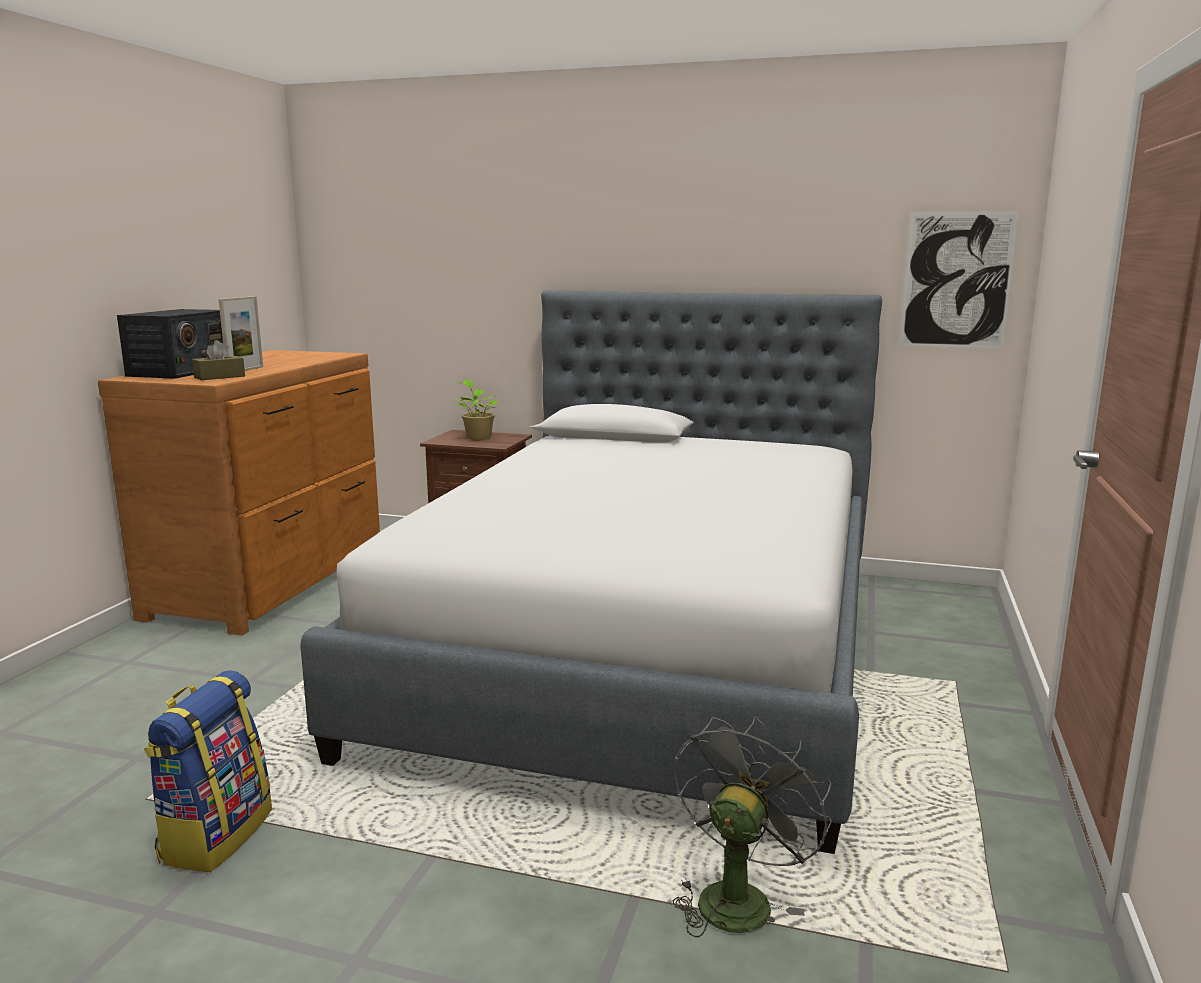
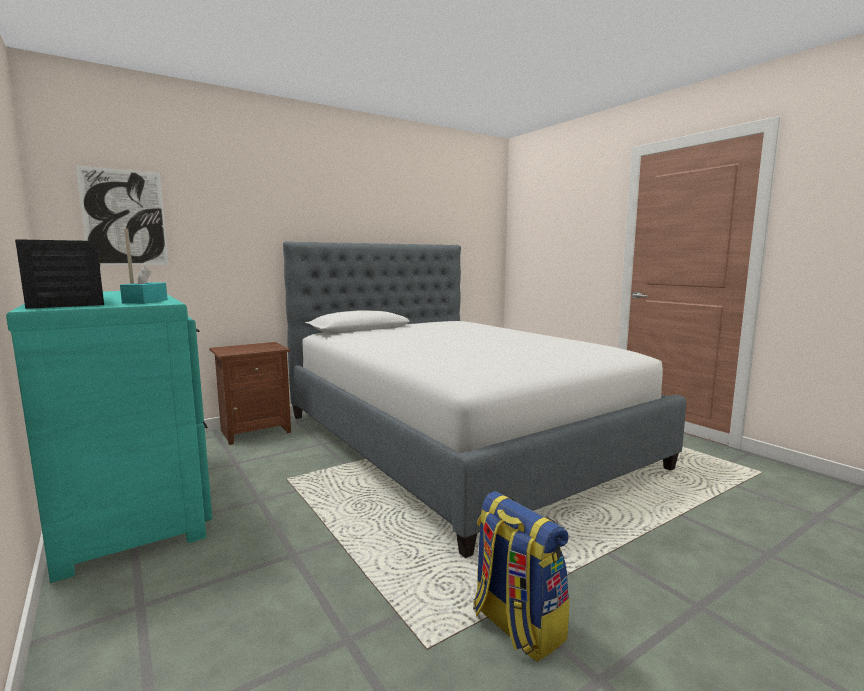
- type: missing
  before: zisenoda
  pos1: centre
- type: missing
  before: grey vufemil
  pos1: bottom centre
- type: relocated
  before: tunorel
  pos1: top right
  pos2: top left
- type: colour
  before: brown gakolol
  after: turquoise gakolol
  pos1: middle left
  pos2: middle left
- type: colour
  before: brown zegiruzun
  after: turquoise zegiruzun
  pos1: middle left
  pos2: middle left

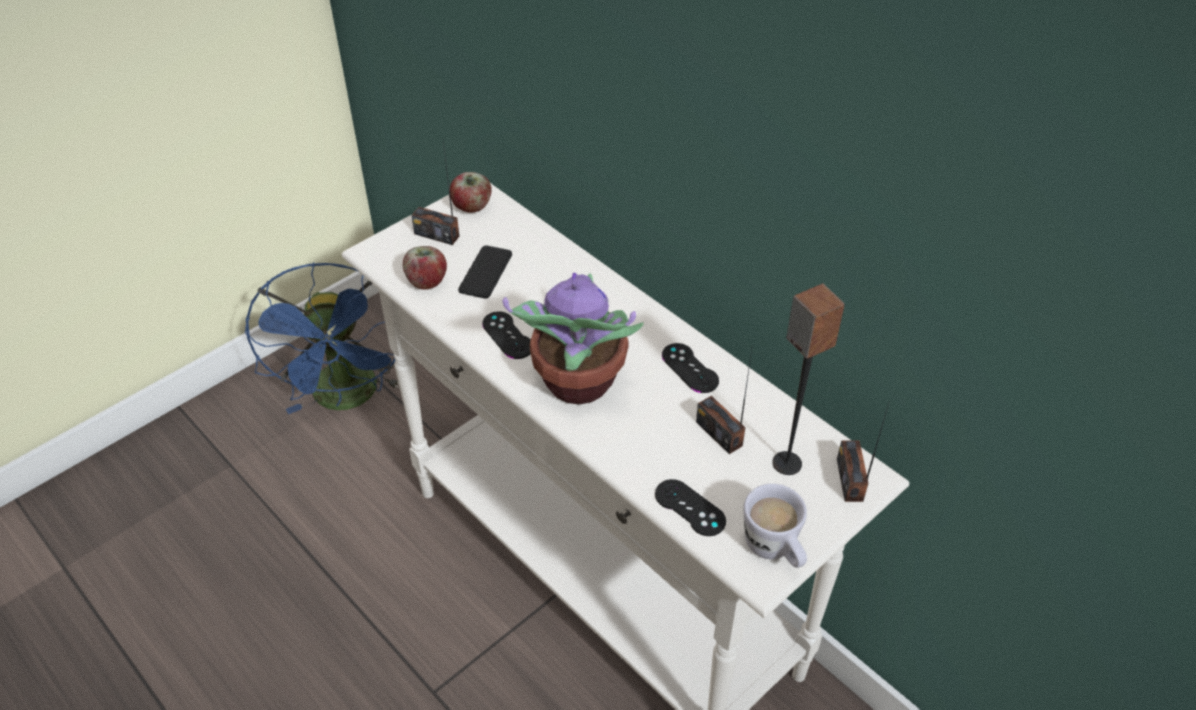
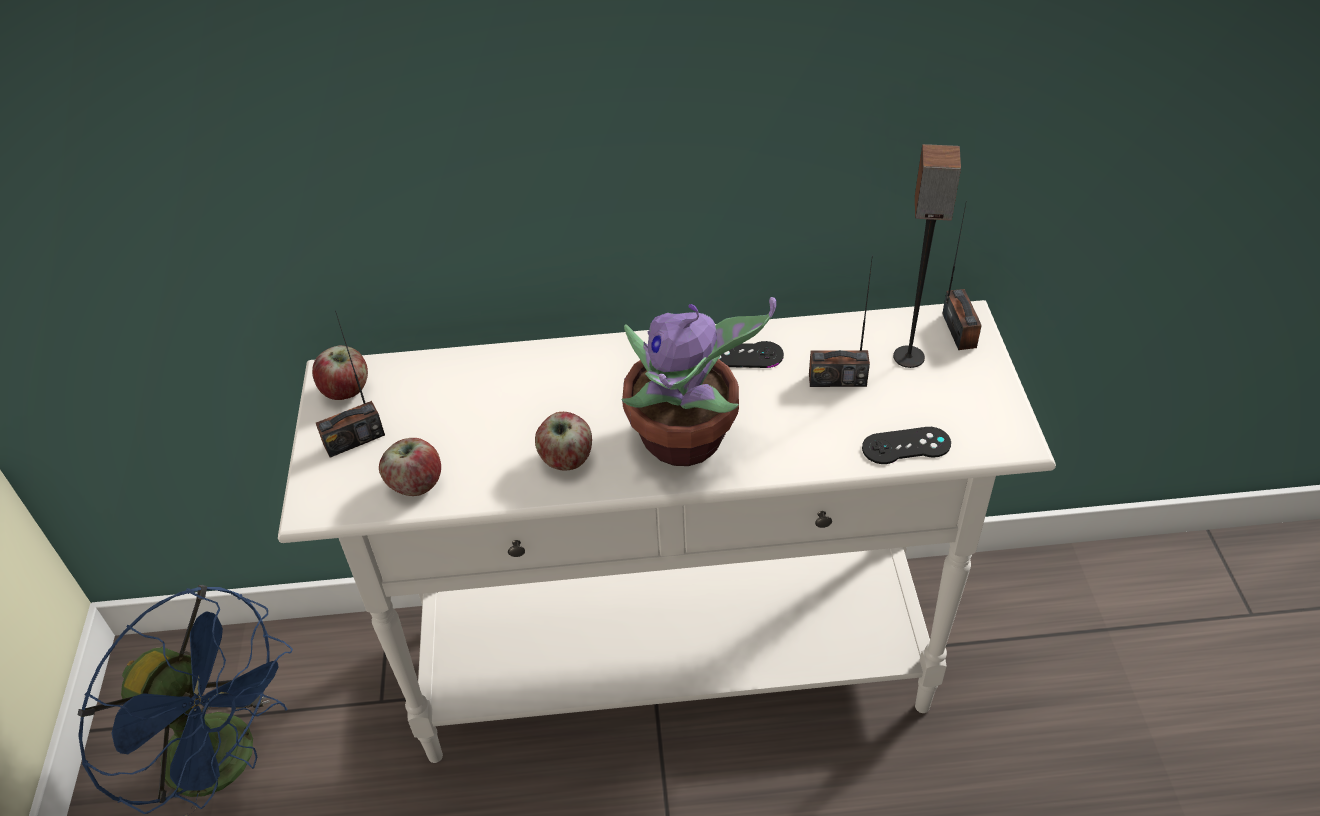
- type: missing
  before: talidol
  pos1: centre
- type: missing
  before: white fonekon
  pos1: bottom centre
- type: exchanged
  before: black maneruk (no. 1 from left)
  after: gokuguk (no. 3 from left)
  pos1: centre
  pos2: centre
- type: spun
  before: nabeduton (no. 3 from left)
  pos1: middle right
  pos2: middle right
  turn: -135

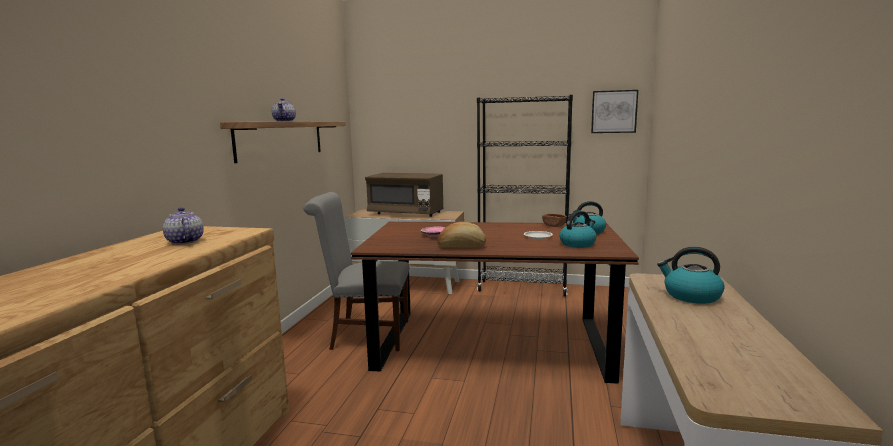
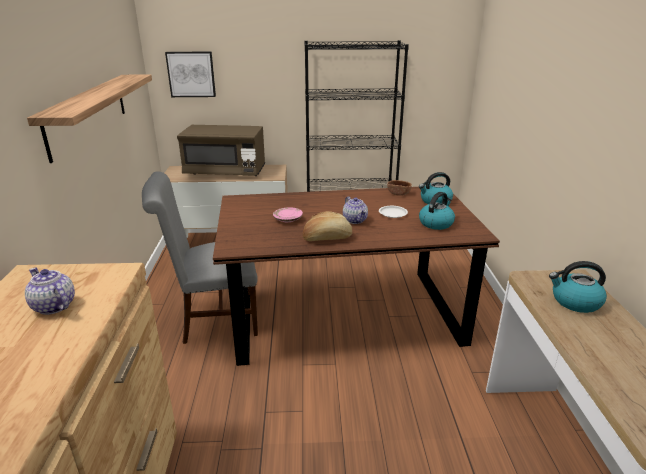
- type: relocated
  before: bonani (no. 2 from left)
  pos1: top left
  pos2: centre
- type: relocated
  before: tunorel
  pos1: top right
  pos2: top left

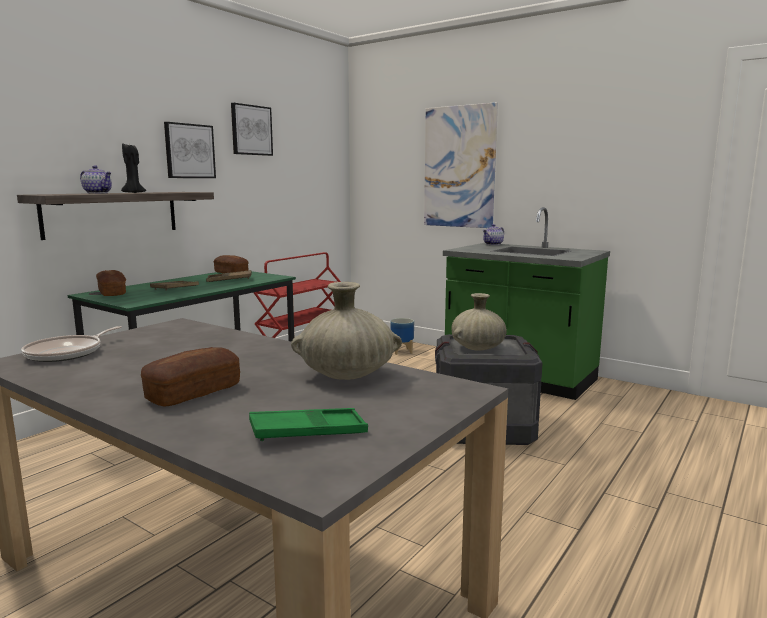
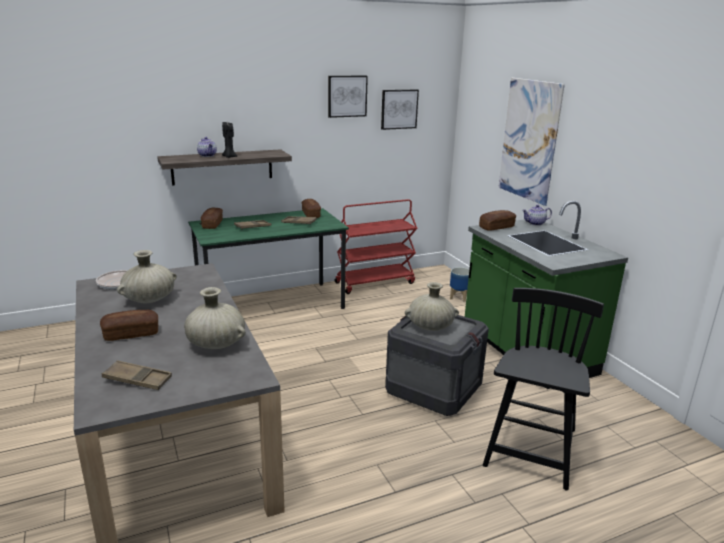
- type: appeared
  after: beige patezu (no. 1 from left)
  pos2: middle left
- type: appeared
  after: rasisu (no. 4 from left)
  pos2: middle right
- type: appeared
  after: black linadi
  pos2: bottom right
- type: relocated
  before: tunorel (no. 1 from left in the first image)
  after: tunorel (no. 2 from left)
  pos1: top left
  pos2: top centre
- type: colour
  before: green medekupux
  after: brown medekupux (no. 1 from left)
  pos1: bottom centre
  pos2: bottom left

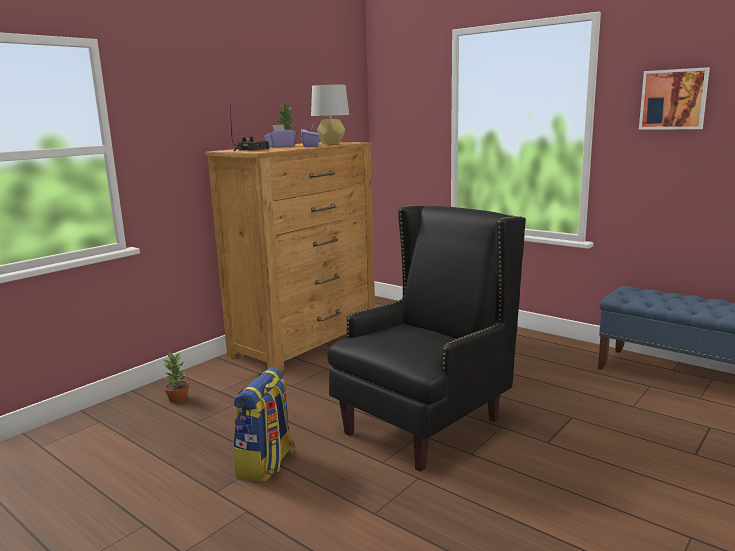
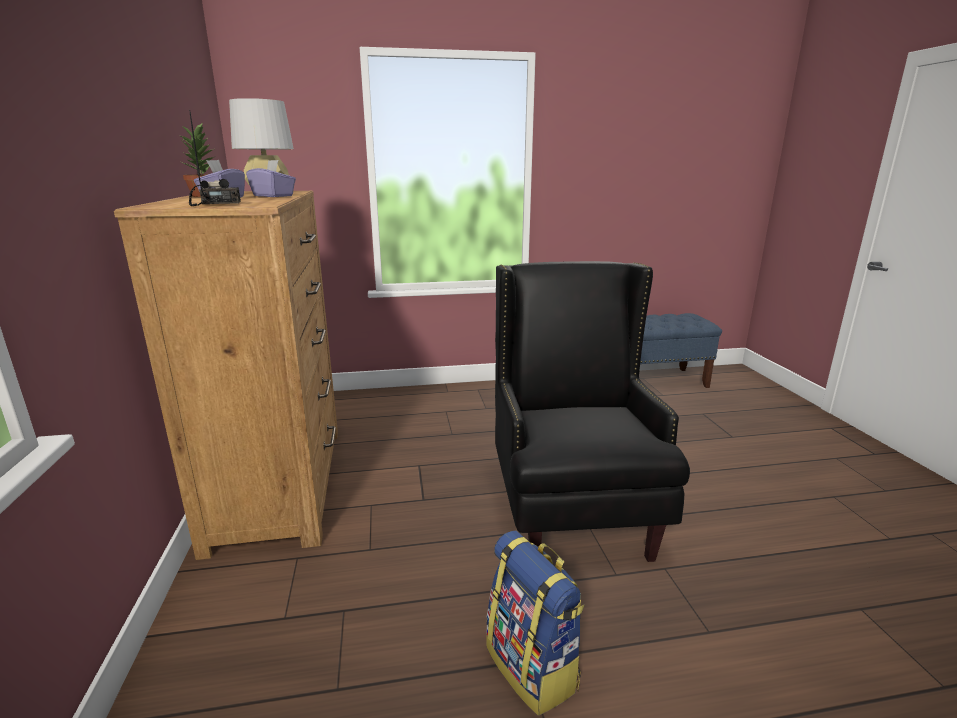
- type: missing
  before: zisenoda (no. 1 from left)
  pos1: bottom left
- type: missing
  before: tunorel
  pos1: top right

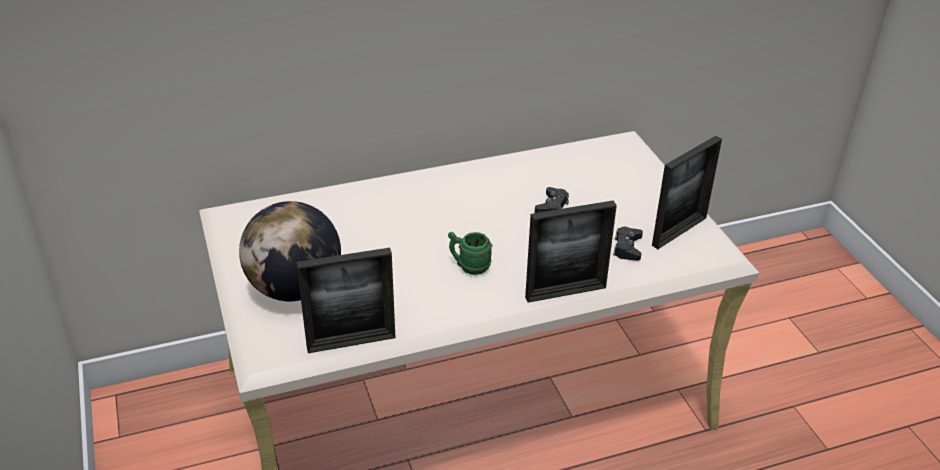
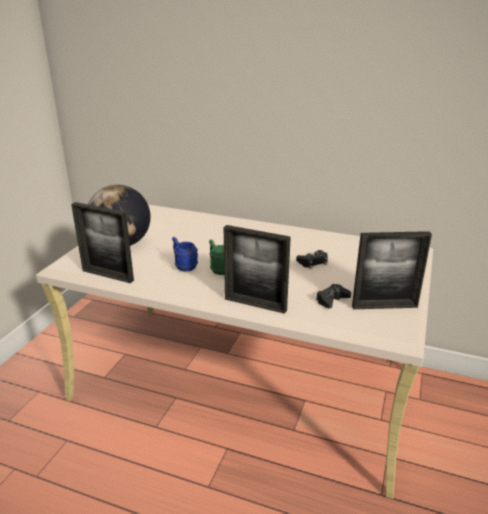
- type: appeared
  after: blue fonekon
  pos2: centre

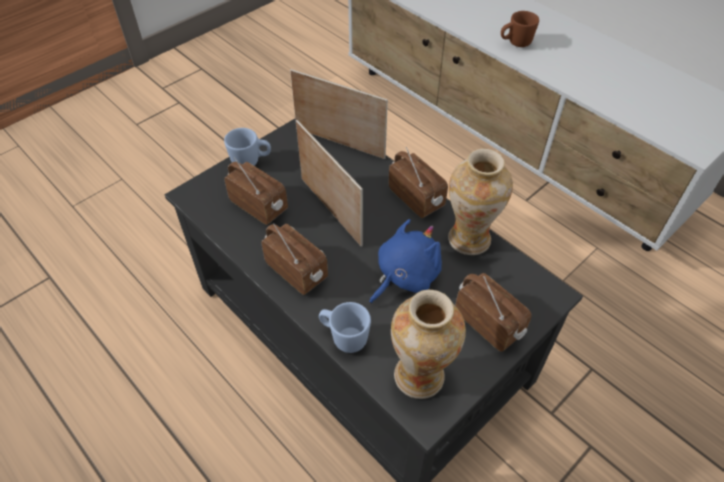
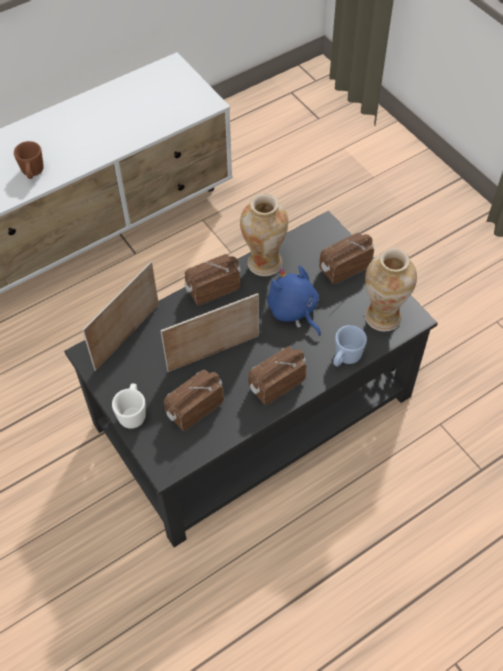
- type: colour
  before: blue fonekon (no. 1 from left)
  after: white fonekon
  pos1: top centre
  pos2: middle left

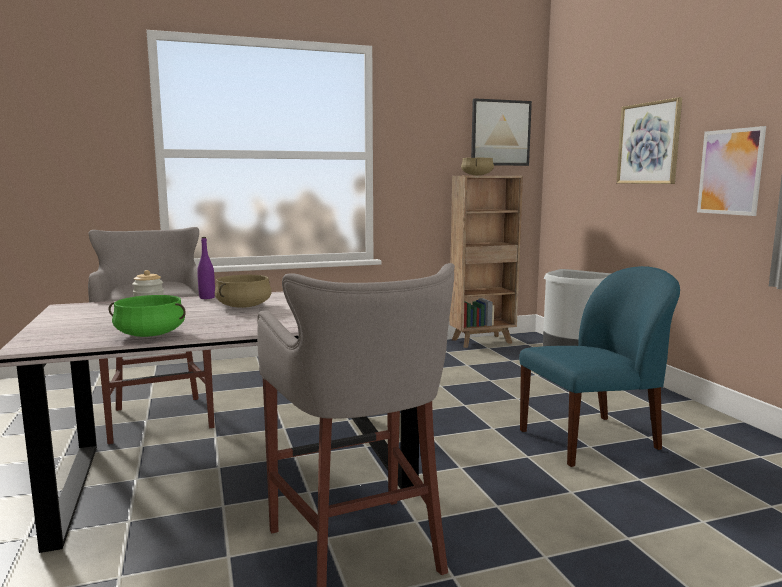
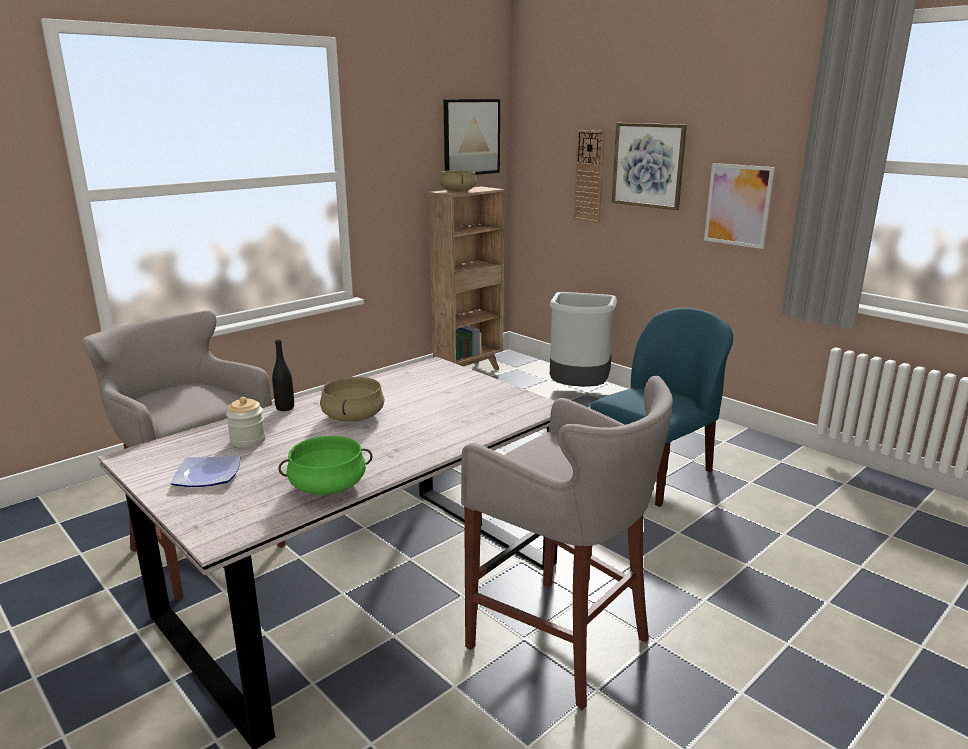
- type: appeared
  after: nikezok
  pos2: middle left
- type: appeared
  after: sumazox
  pos2: top centre
- type: colour
  before: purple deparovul
  after: black deparovul
  pos1: middle left
  pos2: middle left

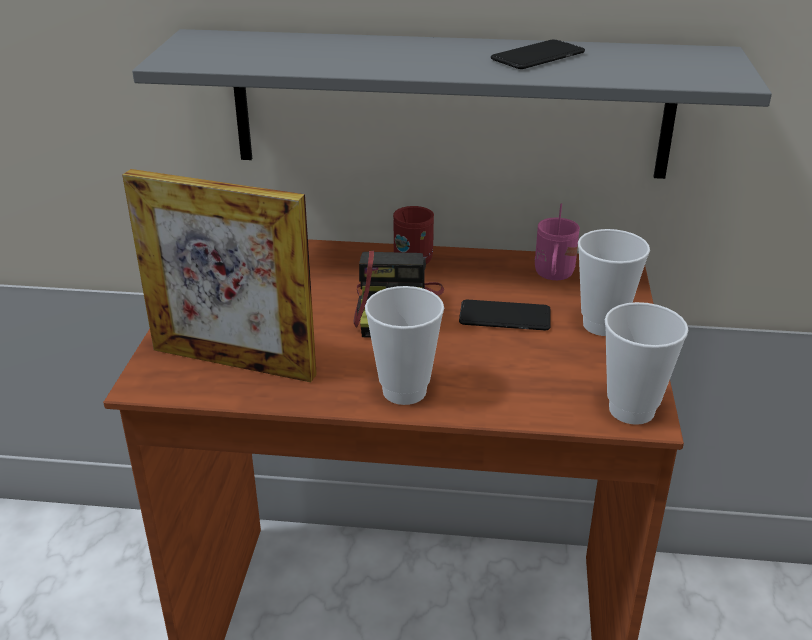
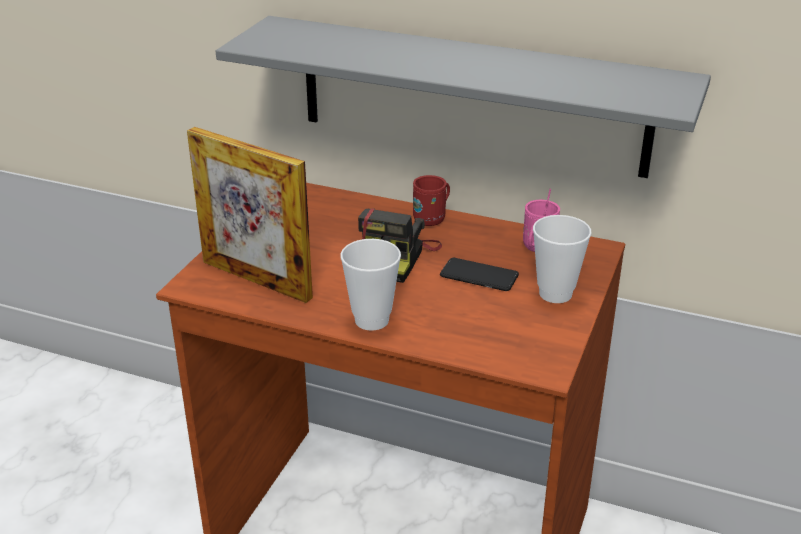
- type: missing
  before: talidol (no. 2 from left)
  pos1: top centre
- type: missing
  before: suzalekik (no. 3 from left)
  pos1: middle right

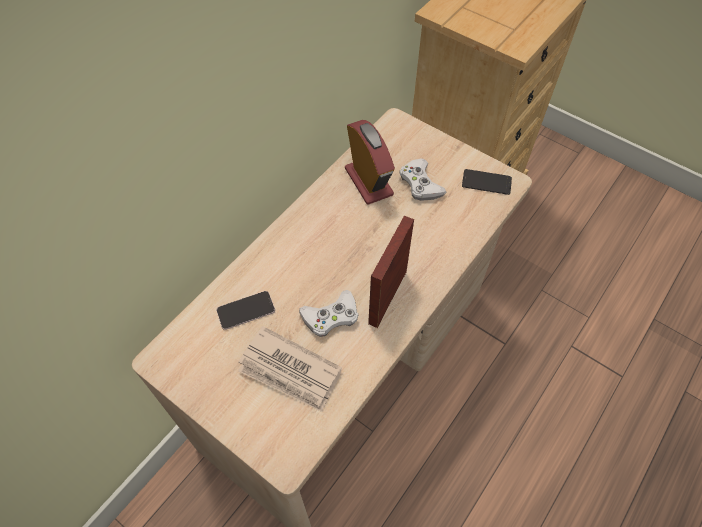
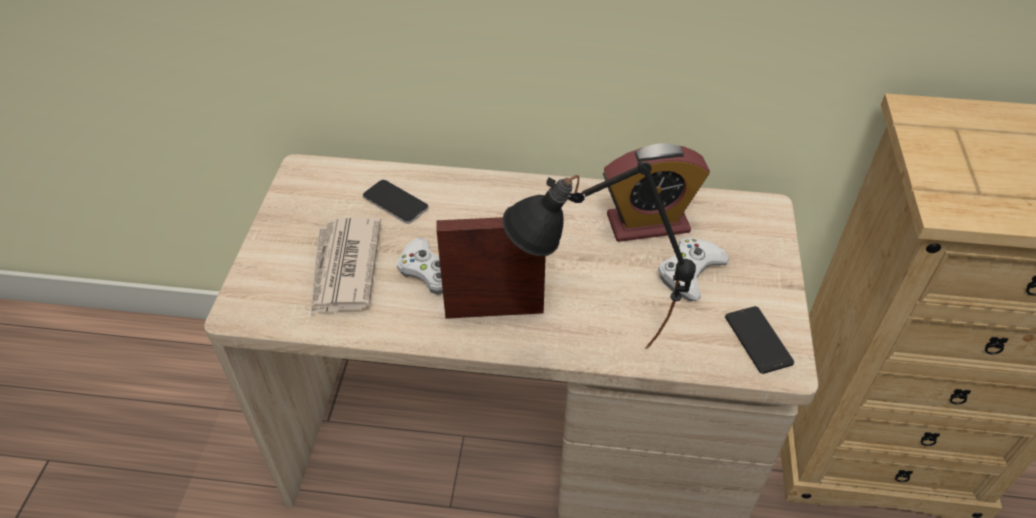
- type: appeared
  after: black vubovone
  pos2: centre
- type: spun
  before: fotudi
  pos1: top centre
  pos2: centre
  turn: 45

